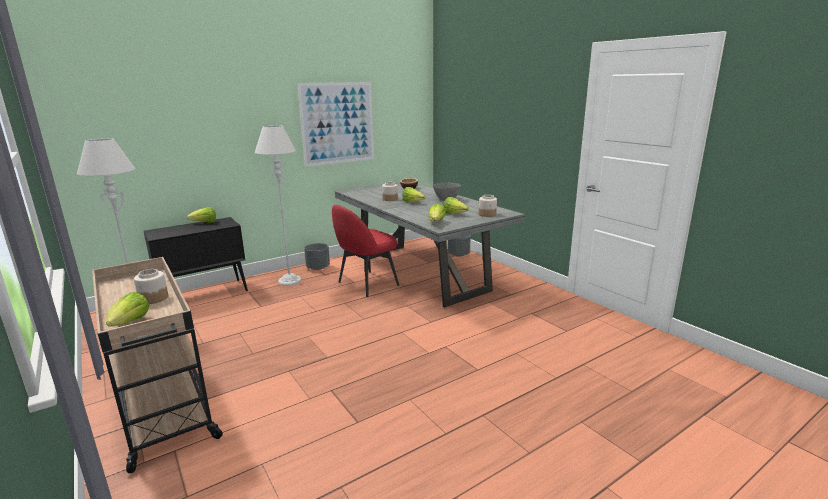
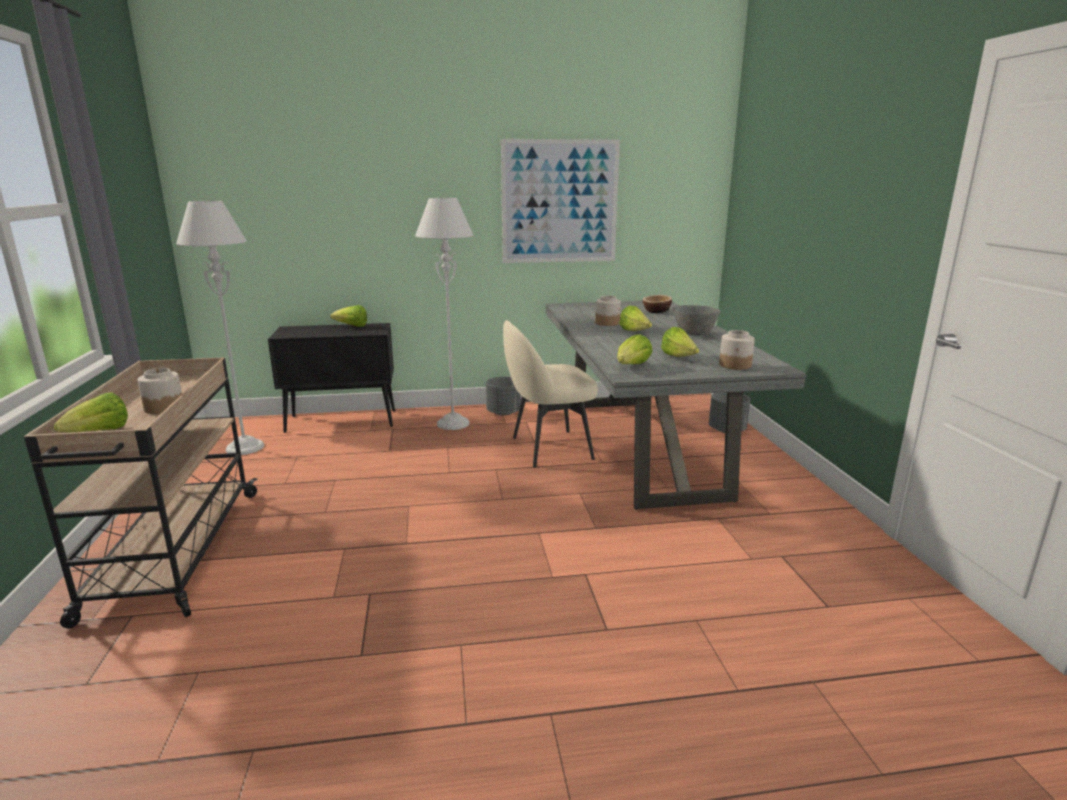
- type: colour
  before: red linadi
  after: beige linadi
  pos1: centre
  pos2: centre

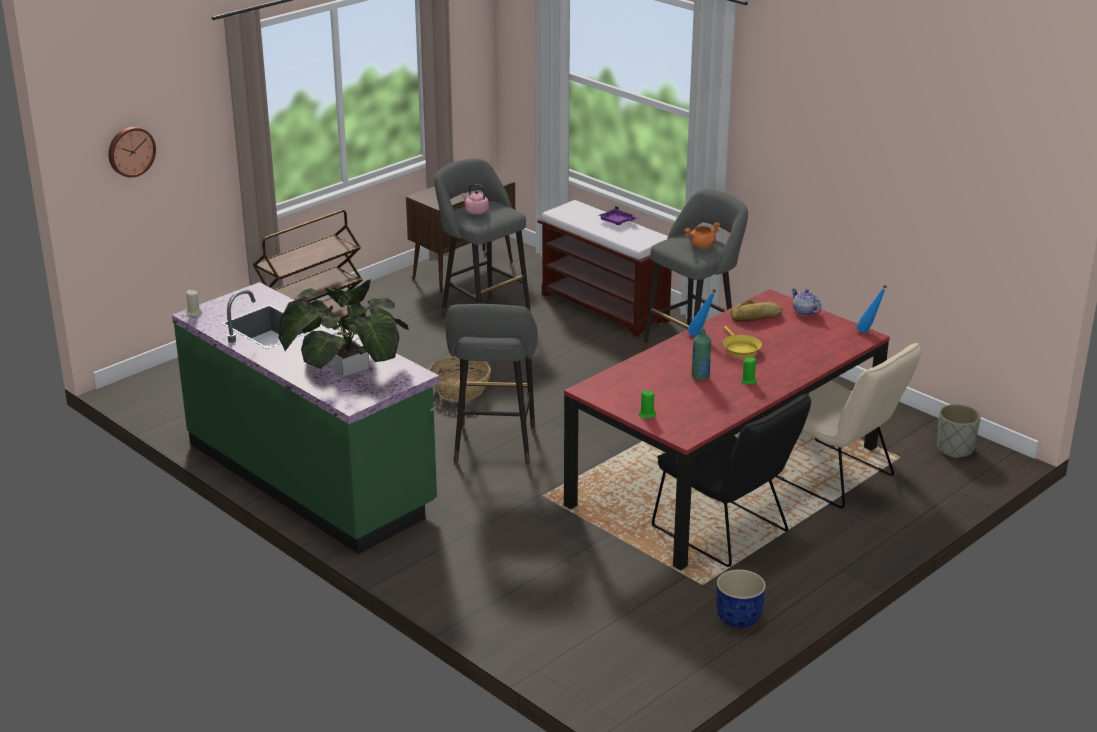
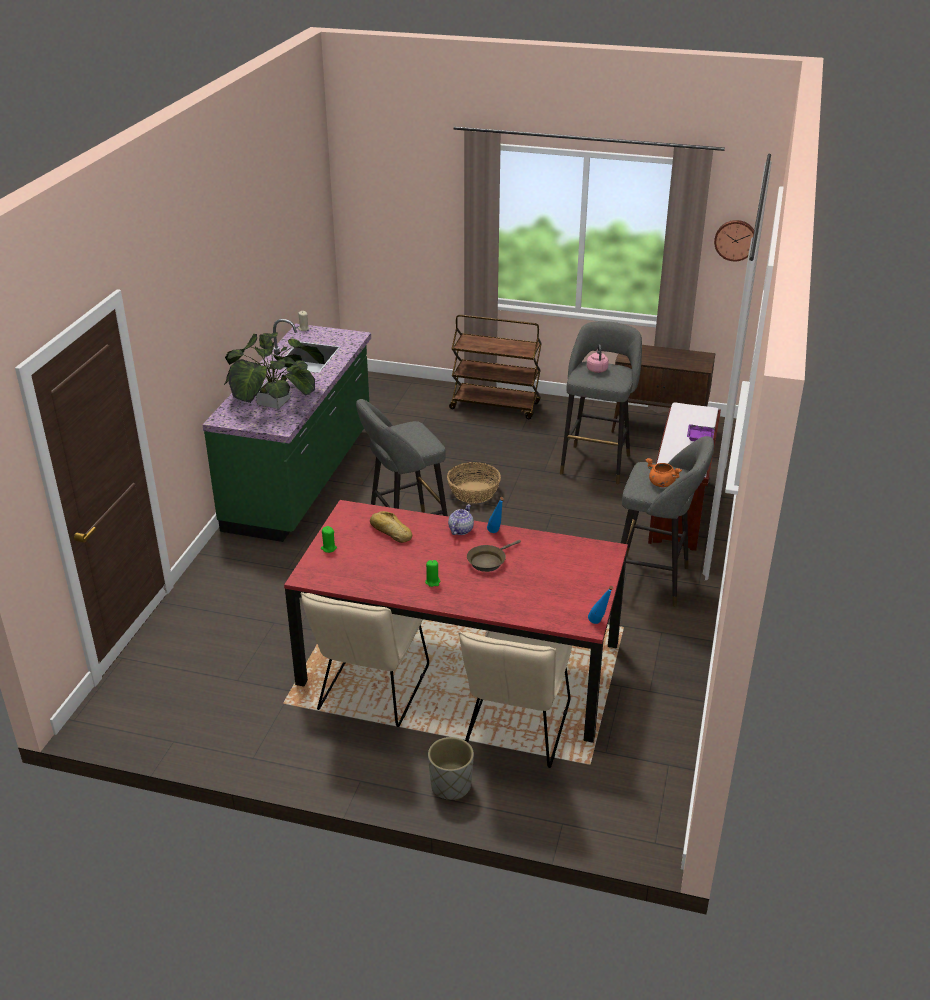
- type: missing
  before: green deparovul
  pos1: centre
- type: missing
  before: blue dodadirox
  pos1: bottom right
- type: relocated
  before: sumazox
  pos1: top left
  pos2: top right
- type: relocated
  before: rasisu
  pos1: middle right
  pos2: centre
- type: relocated
  before: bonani
  pos1: middle right
  pos2: centre
- type: relocated
  before: grey dodadirox
  pos1: middle right
  pos2: bottom centre
- type: colour
  before: black linadi
  after: beige linadi (no. 1 from left)
  pos1: centre
  pos2: centre
- type: colour
  before: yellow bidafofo
  after: brown bidafofo
  pos1: middle right
  pos2: centre

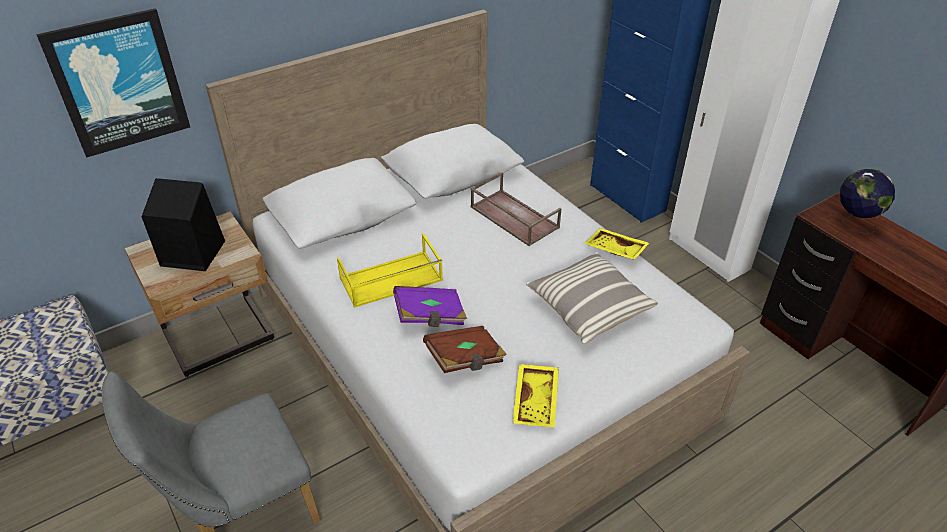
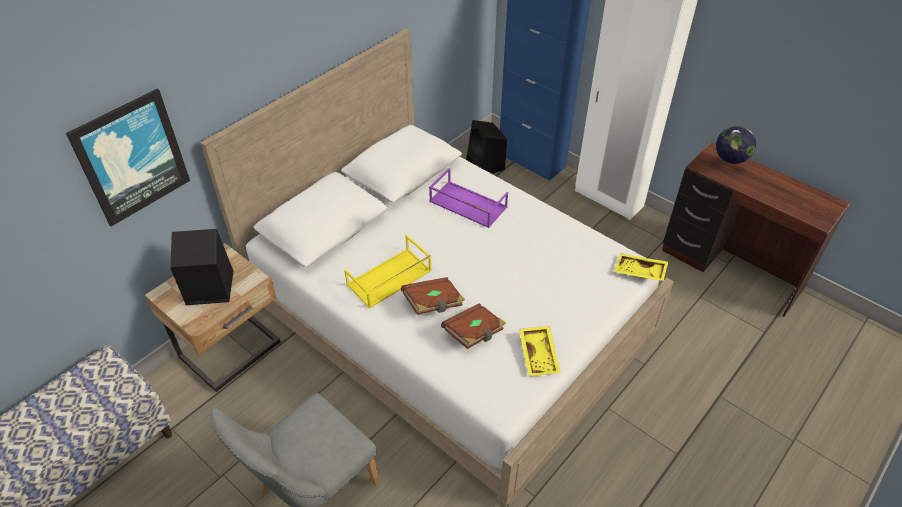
- type: missing
  before: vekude
  pos1: centre
- type: appeared
  after: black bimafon (no. 2 from left)
  pos2: top centre
- type: relocated
  before: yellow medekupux (no. 3 from left)
  pos1: centre
  pos2: middle right
- type: colour
  before: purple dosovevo
  after: brown dosovevo (no. 1 from left)
  pos1: centre
  pos2: centre
- type: colour
  before: brown medekupux
  after: purple medekupux
  pos1: centre
  pos2: centre

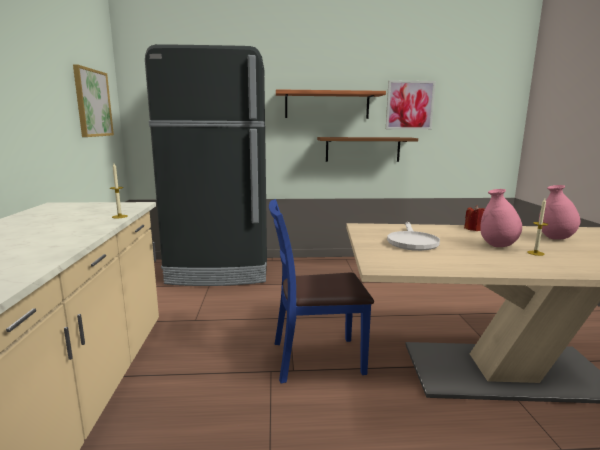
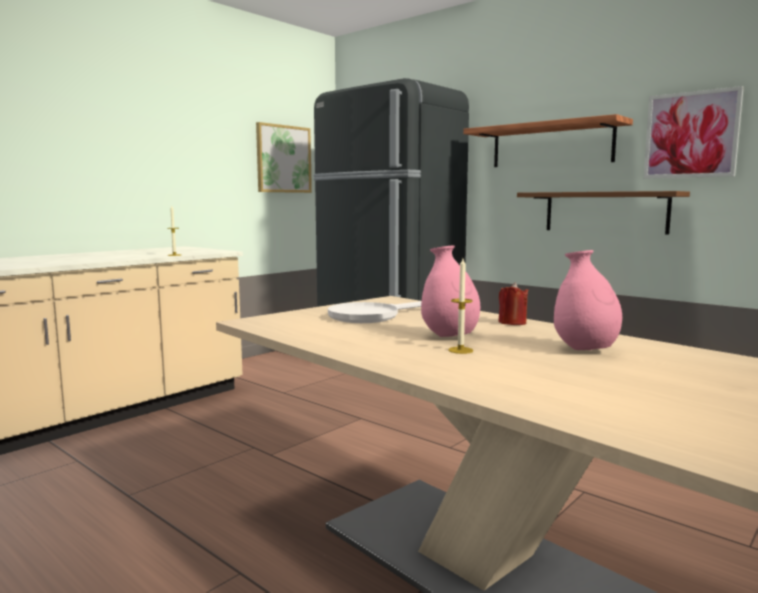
- type: missing
  before: blue linadi
  pos1: centre

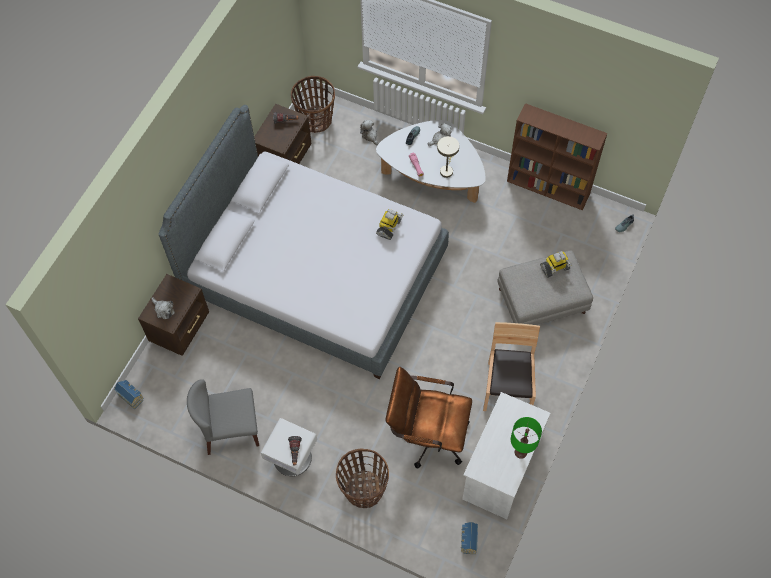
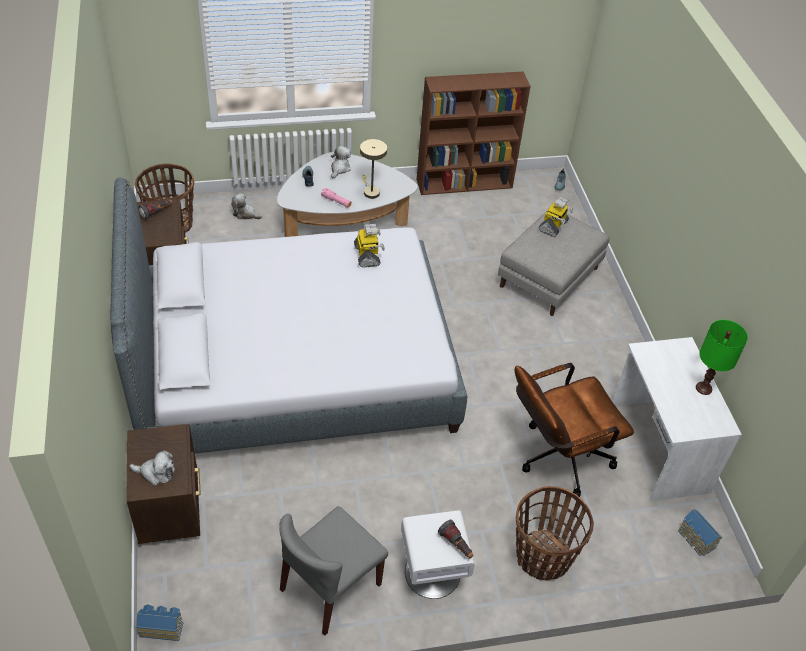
- type: missing
  before: brown linadi
  pos1: centre

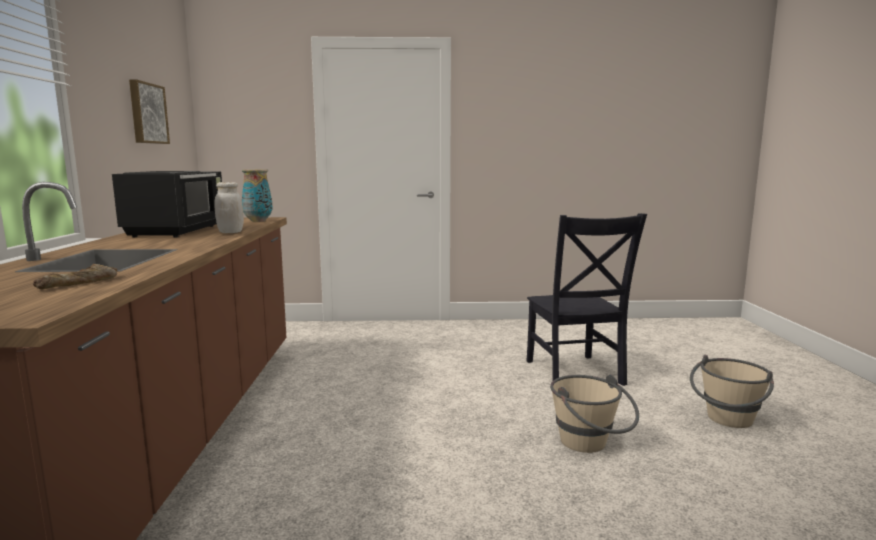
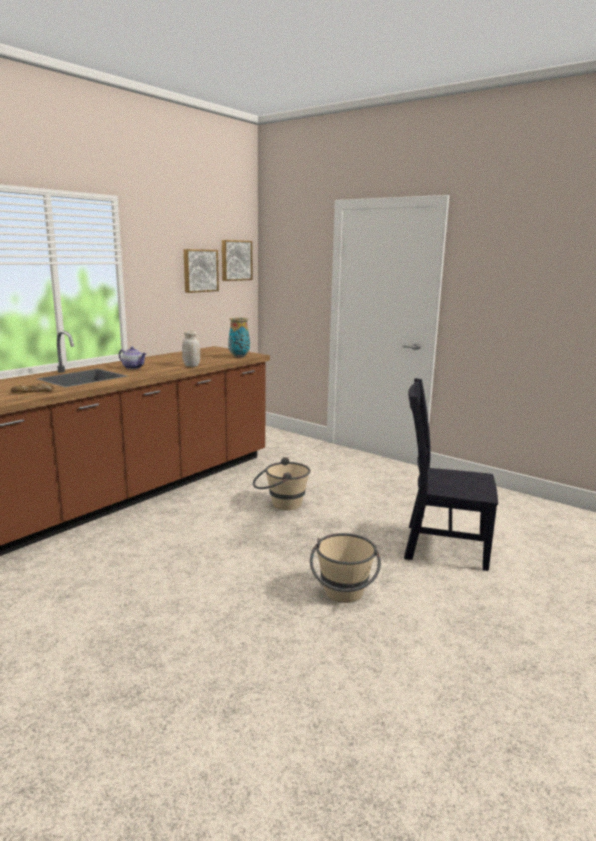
- type: missing
  before: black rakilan
  pos1: middle left
- type: appeared
  after: bonani
  pos2: middle left
- type: appeared
  after: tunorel (no. 2 from left)
  pos2: top centre
- type: relocated
  before: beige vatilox (no. 2 from left in the first image)
  after: beige vatilox (no. 1 from left)
  pos1: bottom right
  pos2: centre
- type: spun
  before: black linadi
  pos1: middle right
  pos2: middle right
  turn: 75

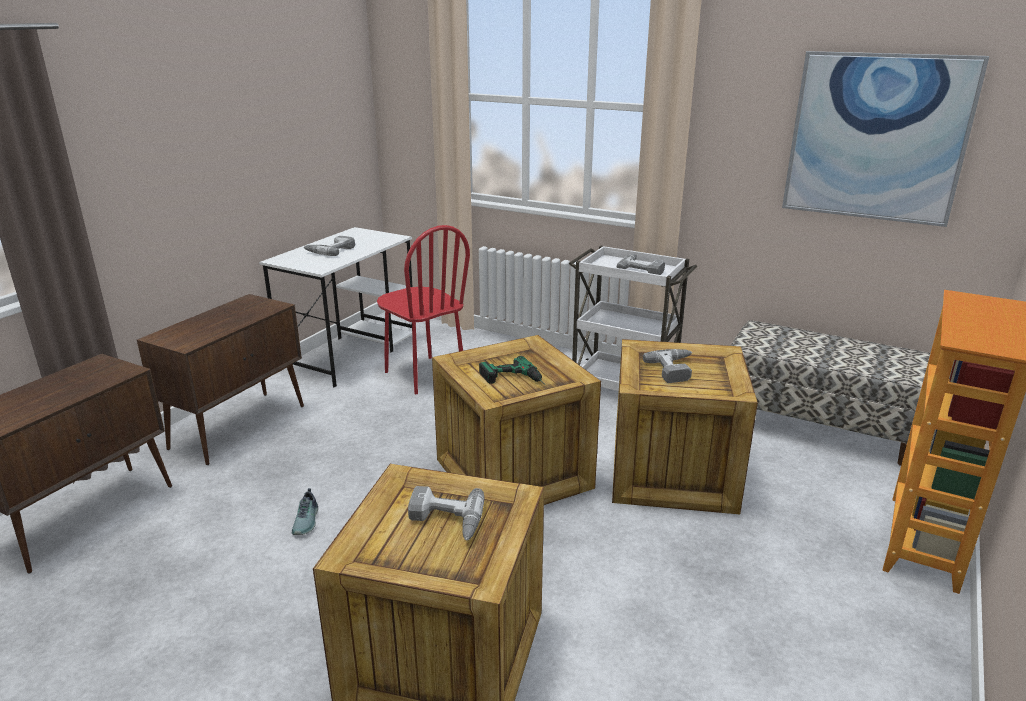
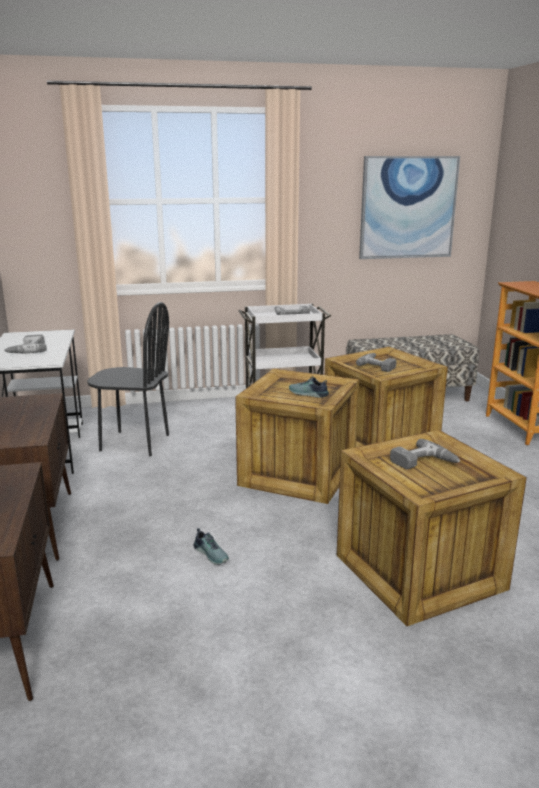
- type: exchanged
  before: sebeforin (no. 3 from left)
  after: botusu (no. 2 from left)
  pos1: centre
  pos2: centre
- type: colour
  before: red linadi
  after: black linadi
  pos1: centre
  pos2: middle left

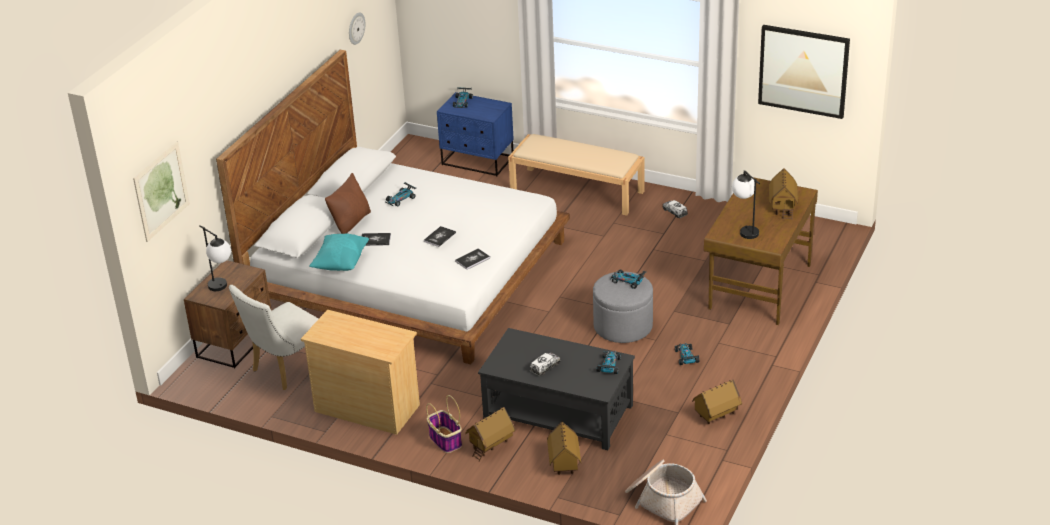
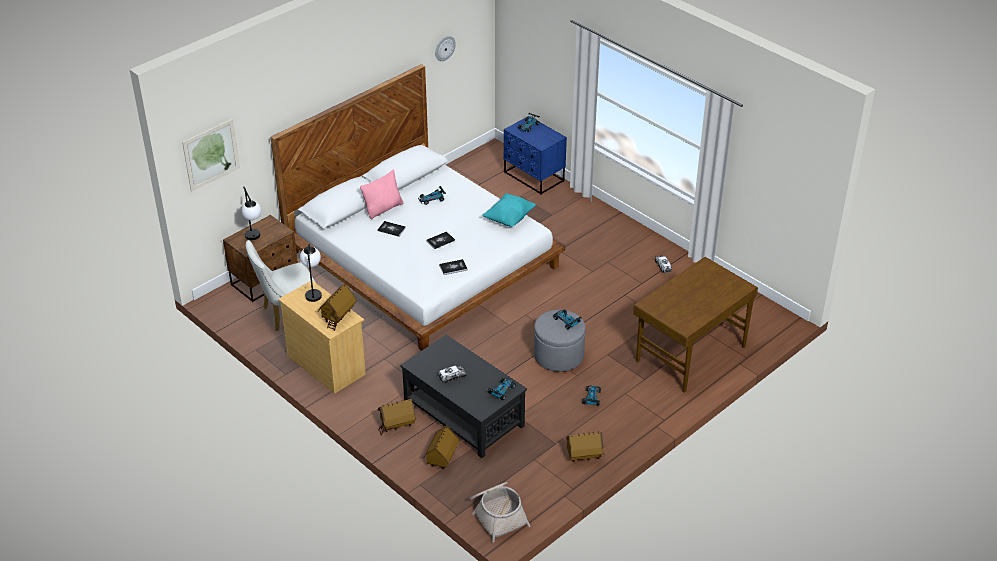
- type: missing
  before: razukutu (no. 1 from left)
  pos1: bottom centre
- type: missing
  before: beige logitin
  pos1: centre
- type: missing
  before: tunorel (no. 2 from left)
  pos1: top right
- type: relocated
  before: turquoise vekude
  pos1: middle left
  pos2: centre
- type: relocated
  before: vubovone (no. 2 from left)
  pos1: middle right
  pos2: middle left
- type: relocated
  before: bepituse (no. 4 from left in the first image)
  after: bepituse (no. 1 from left)
  pos1: middle right
  pos2: centre
- type: colour
  before: brown vekude
  after: pink vekude
  pos1: middle left
  pos2: centre

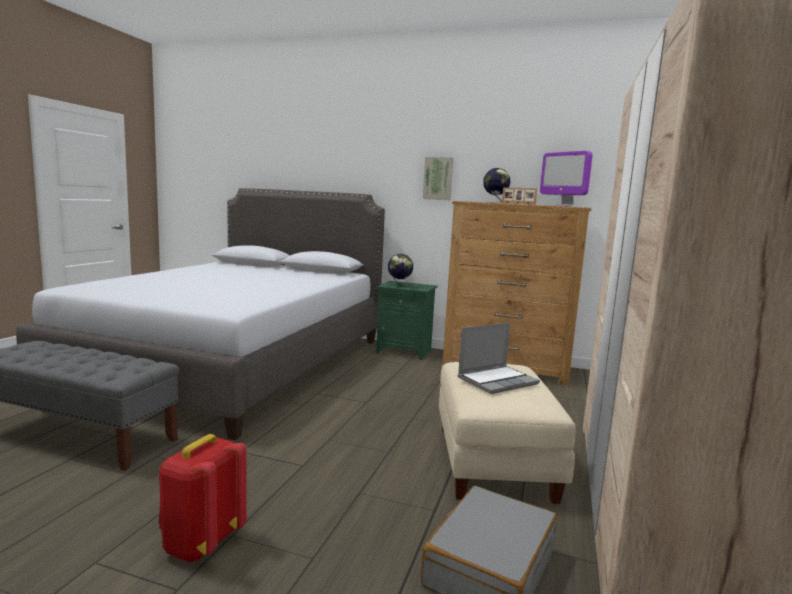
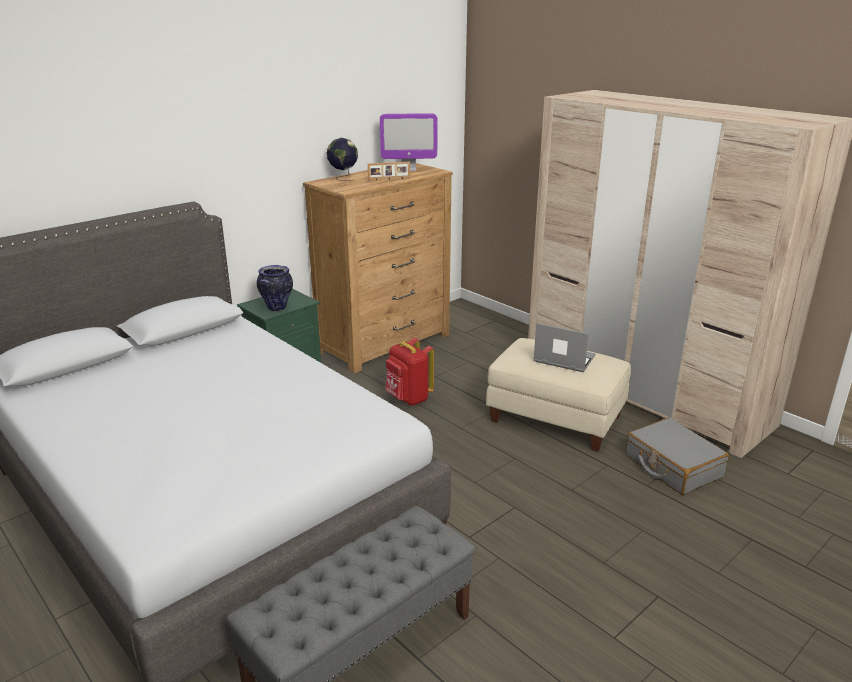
- type: missing
  before: tunorel
  pos1: top centre
- type: relocated
  before: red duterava
  pos1: bottom left
  pos2: centre
- type: exchanged
  before: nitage (no. 1 from left)
  after: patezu
  pos1: centre
  pos2: middle left
- type: spun
  before: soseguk
  pos1: centre
  pos2: centre
  turn: -60

